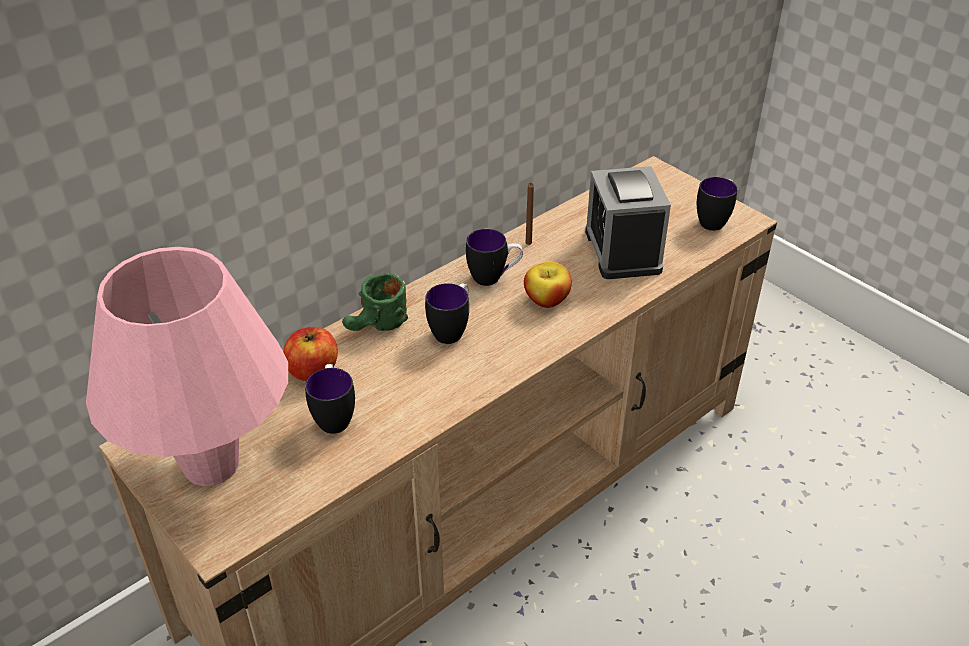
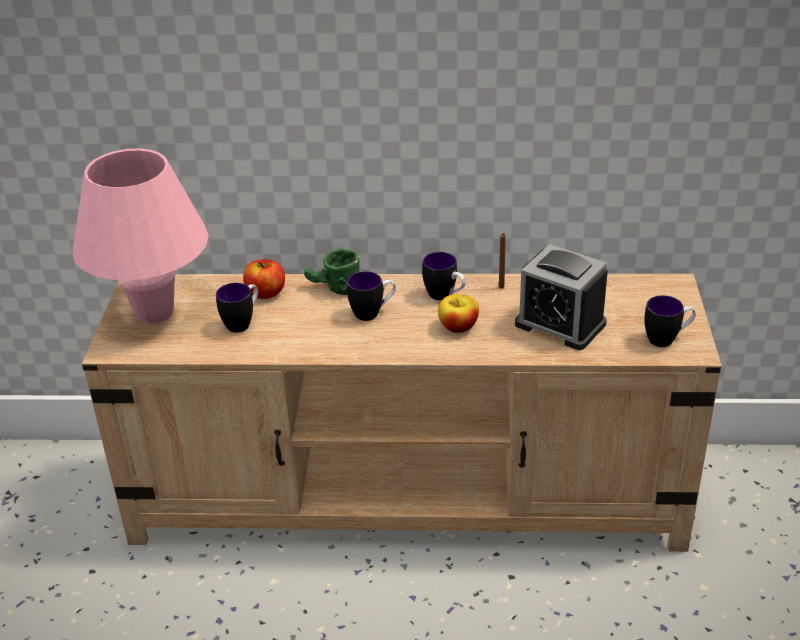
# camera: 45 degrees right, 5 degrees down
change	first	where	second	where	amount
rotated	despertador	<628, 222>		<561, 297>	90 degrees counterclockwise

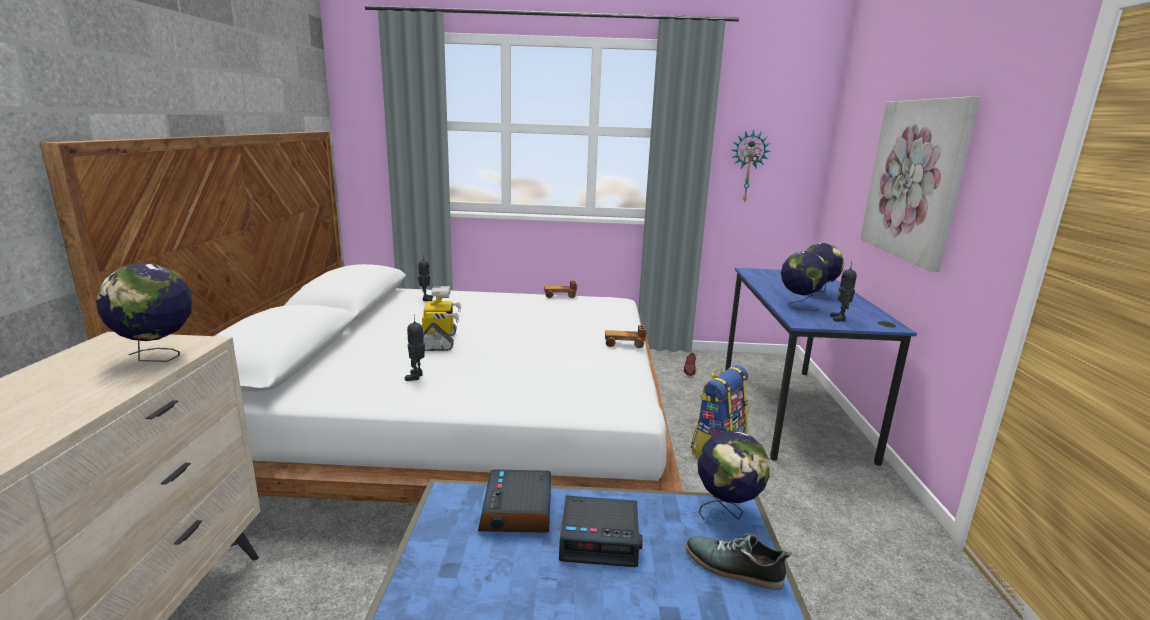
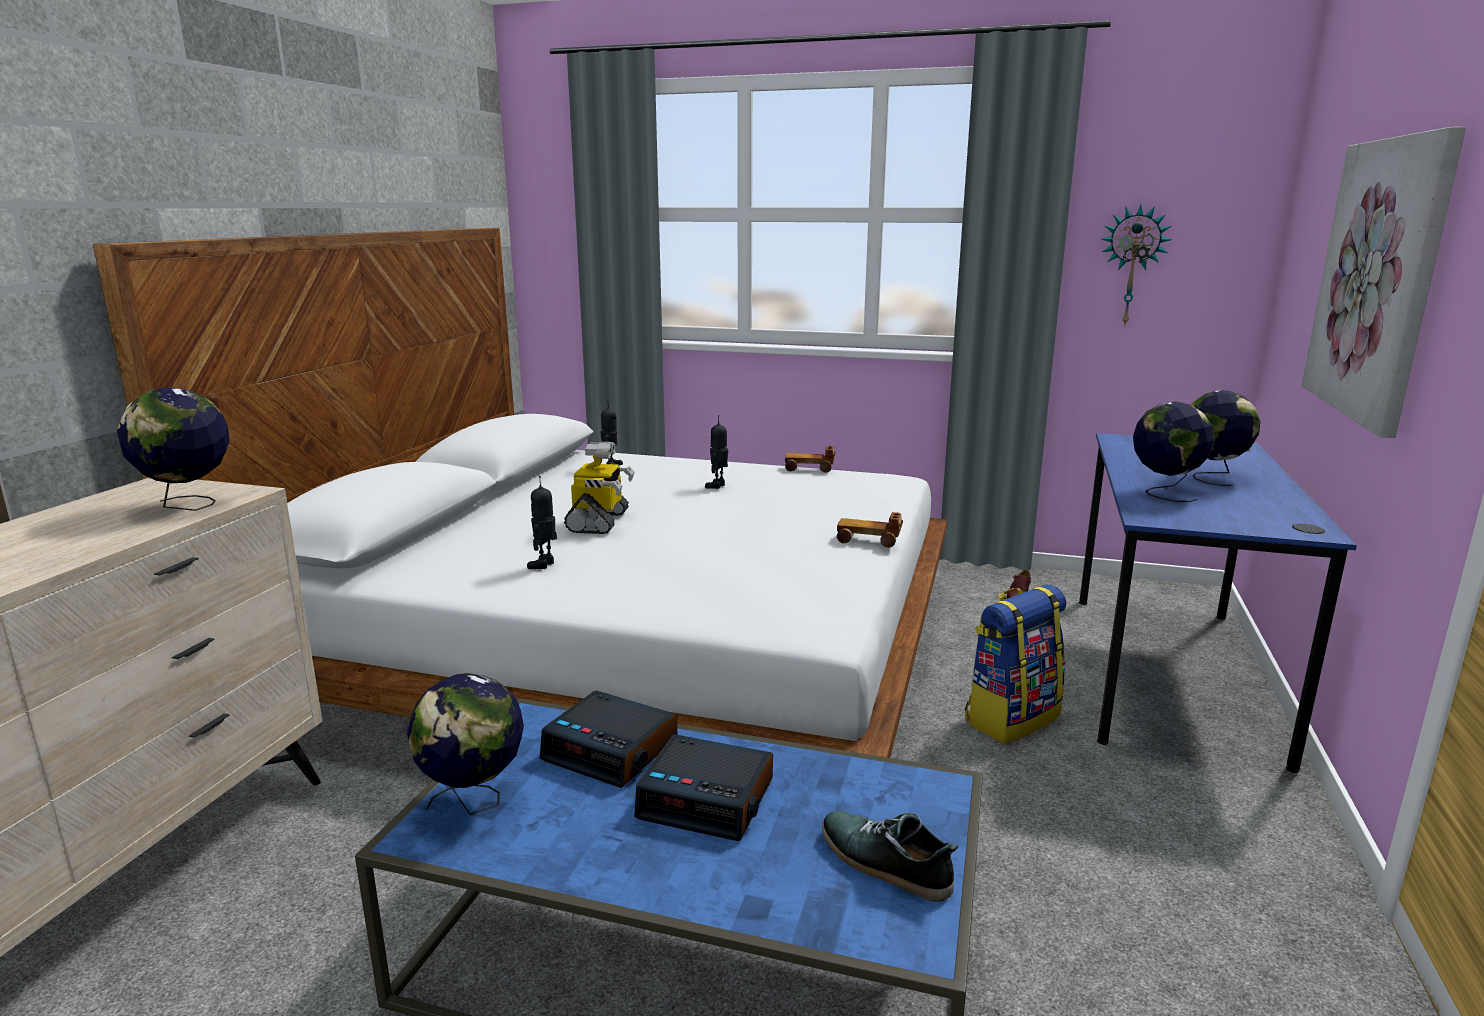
# camera: 15 degrees right, 0 degrees up
change	first	where	second	where	amount
shifted	globo terráqueo	<734, 475>		<465, 744>	
rotated	despertador	<514, 501>		<608, 739>	75 degrees counterclockwise
shifted	robot de juguete	<843, 292>		<716, 452>	

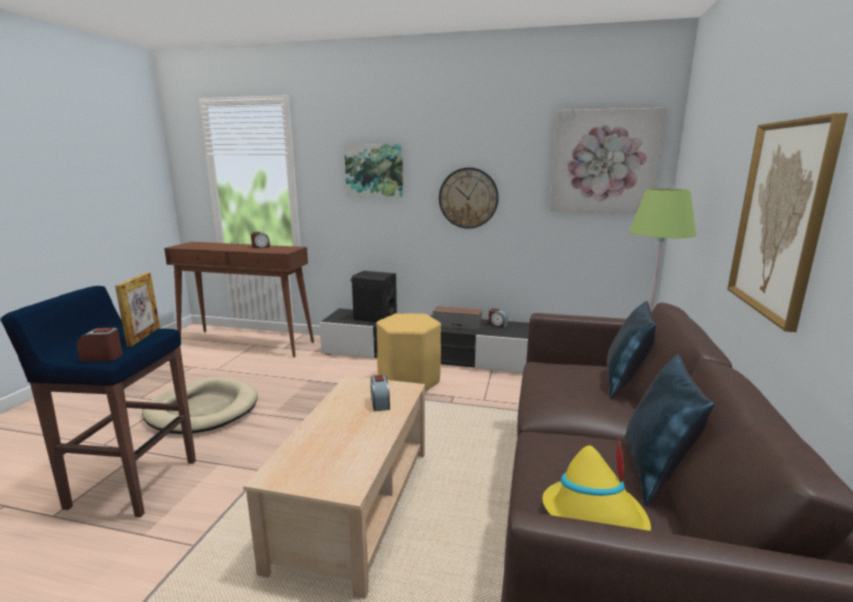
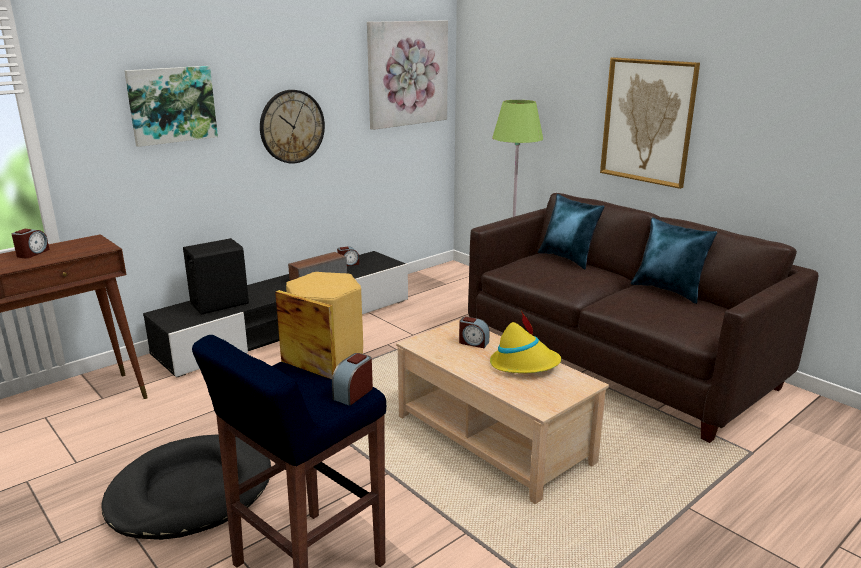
# camera: 55 degrees left, 5 degrees up
change	first	where	second	where	amount
repainted	cama para perro/beis	<200, 405>	cama para perro/negro	<186, 487>	
shifted	sombrero/amarillo	<596, 484>		<525, 342>	

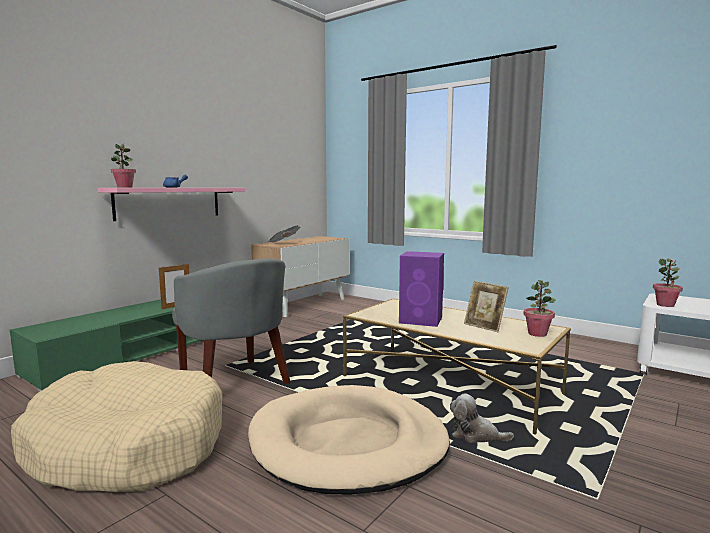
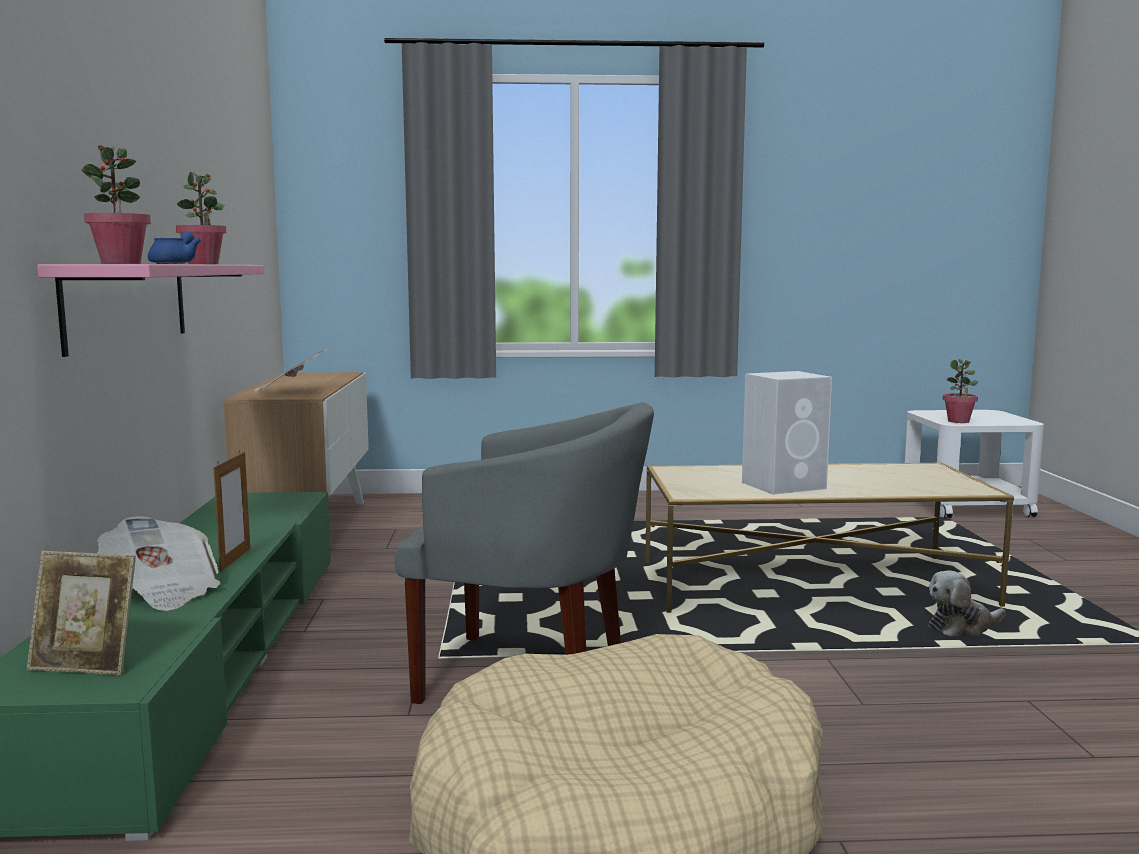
# camera: 40 degrees left, 0 degrees up
change	first	where	second	where	amount
shifted	portarretratos	<486, 306>		<81, 613>	
new			periódico	<158, 563>	
shifted	planta en maceta	<539, 308>		<201, 218>	
repainted	altavoz/morado	<421, 289>	altavoz/blanco	<787, 433>	
gone	cama para perro/beis	<349, 440>			

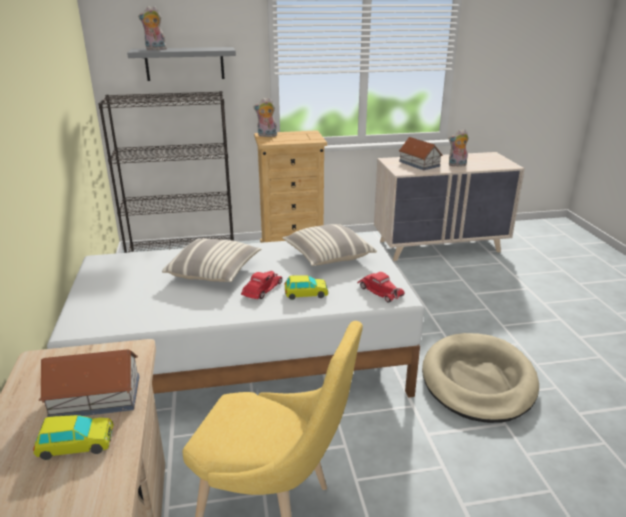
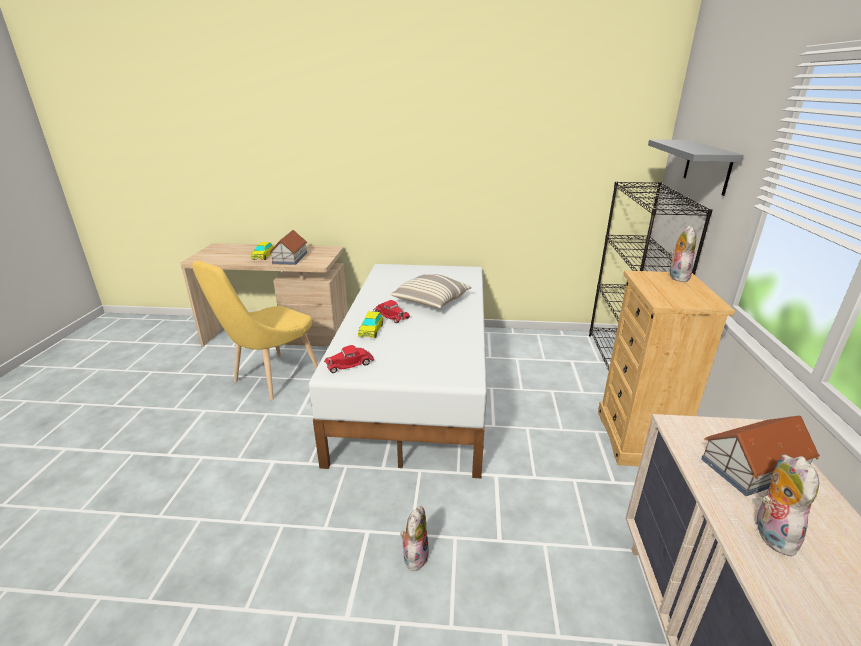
# camera: 105 degrees right, 0 degrees up
change	first	where	second	where	amount
shifted	peluche	<152, 28>		<414, 538>	
gone	cojín	<329, 245>			
gone	cama para perro/beis	<480, 378>			

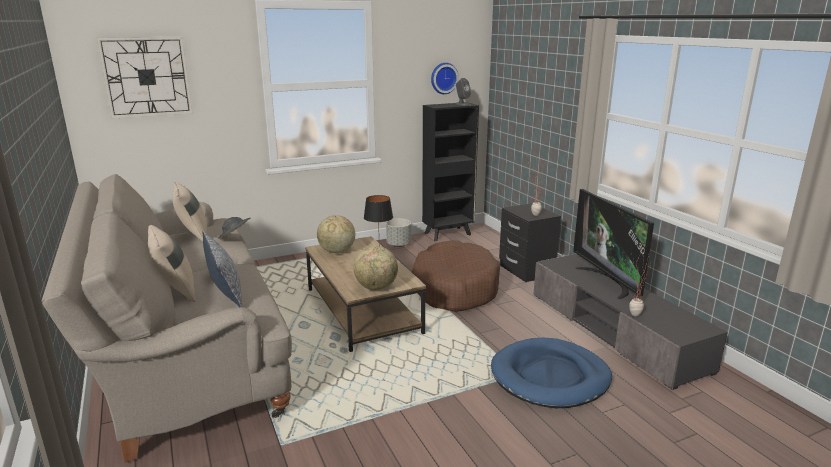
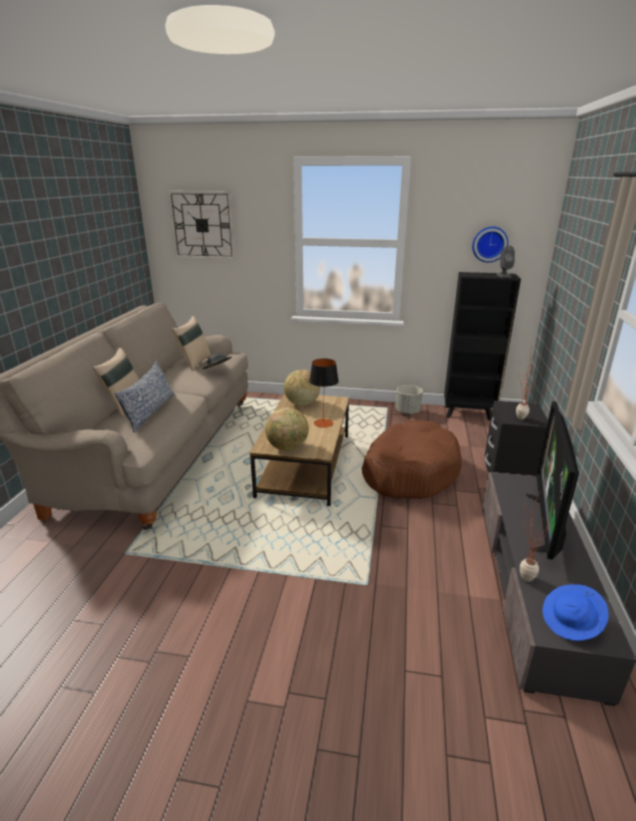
# camera: 35 degrees right, 5 degrees up
change	first	where	second	where	amount
new			sombrero/azul	<575, 613>	
gone	cama para perro/azul	<551, 373>			

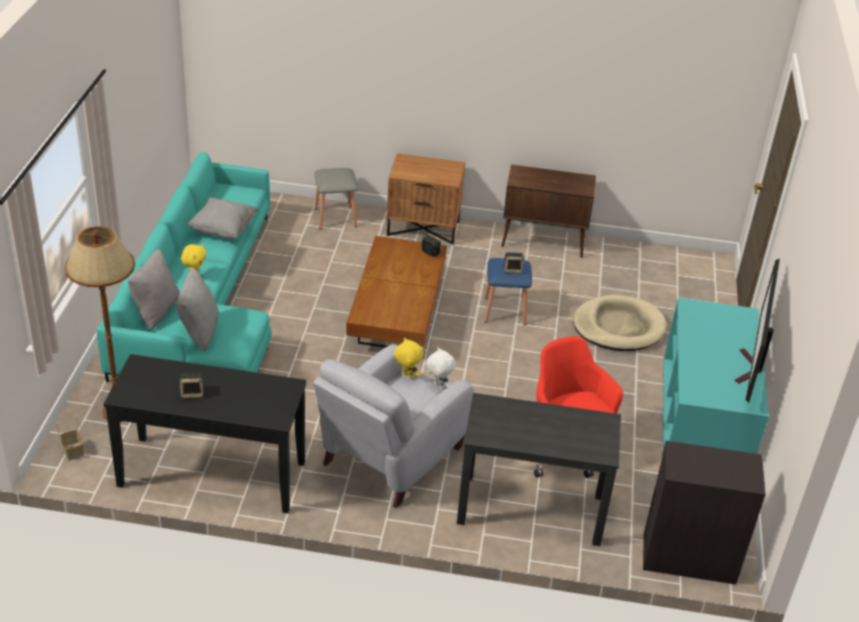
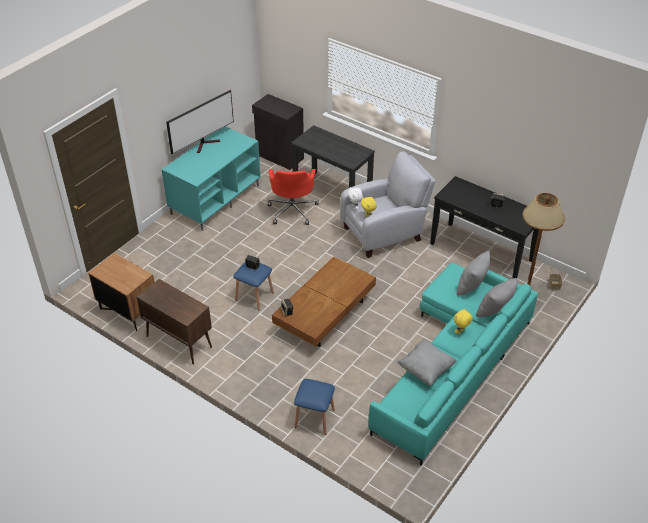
# camera: 150 degrees left, 5 degrees up
change	first	where	second	where	amount
shifted	mesita de noche/marrón	<426, 199>		<121, 292>	
repainted	taburete/gris	<336, 198>	taburete/azul	<314, 407>	
gone	cama para perro/beis	<619, 323>			

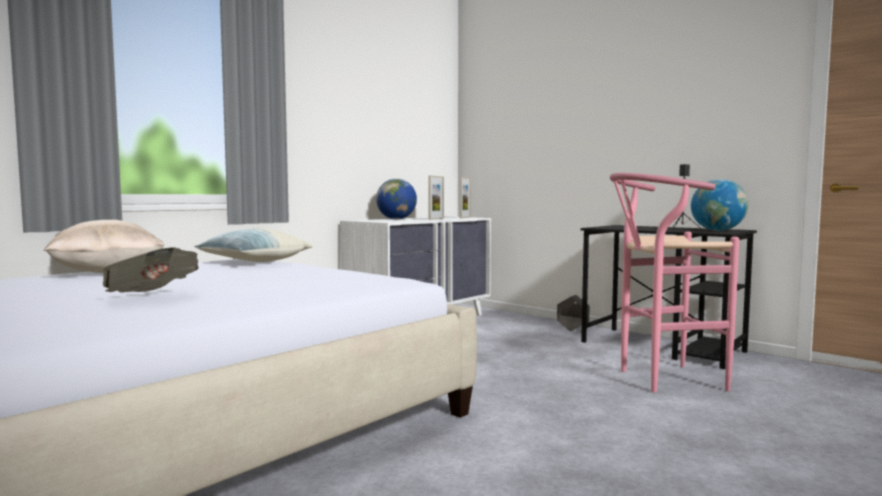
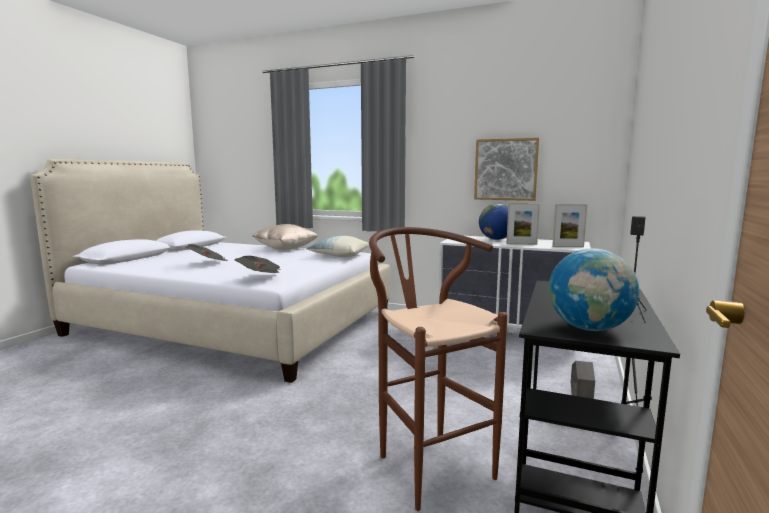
# camera: 70 degrees right, 5 degrees up
change	first	where	second	where	amount
new			periódico	<258, 264>	
repainted	taburete/rosa	<674, 283>	taburete/marrón	<438, 369>	
new			cuadro	<506, 169>	

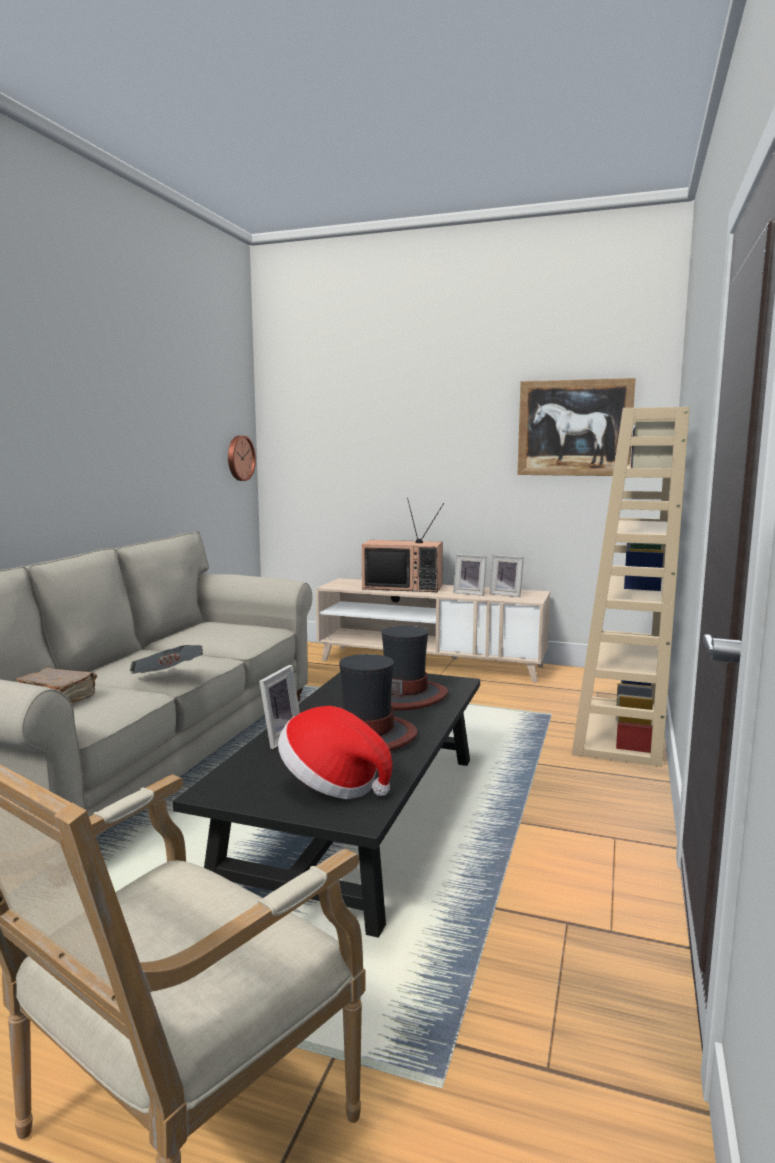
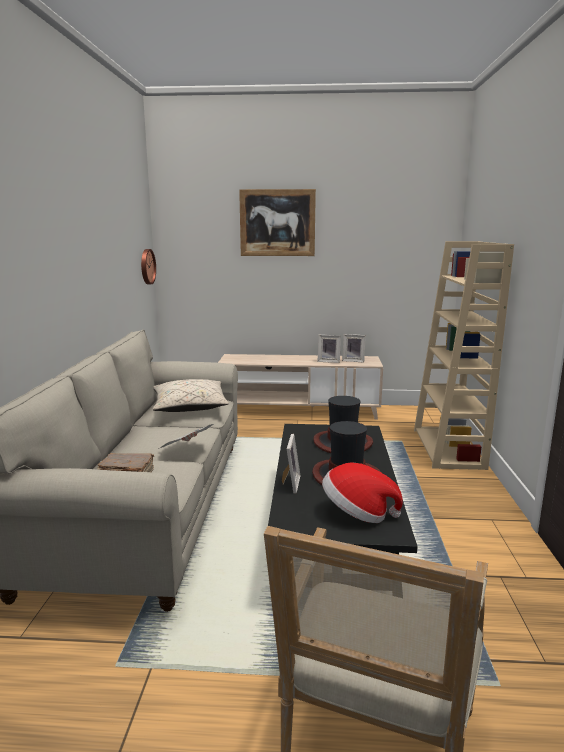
# camera: 15 degrees left, 5 degrees up
change	first	where	second	where	amount
new			cojín/beis	<191, 395>	
shifted	cuadro	<576, 427>		<277, 222>	
gone	televisor	<403, 545>			

